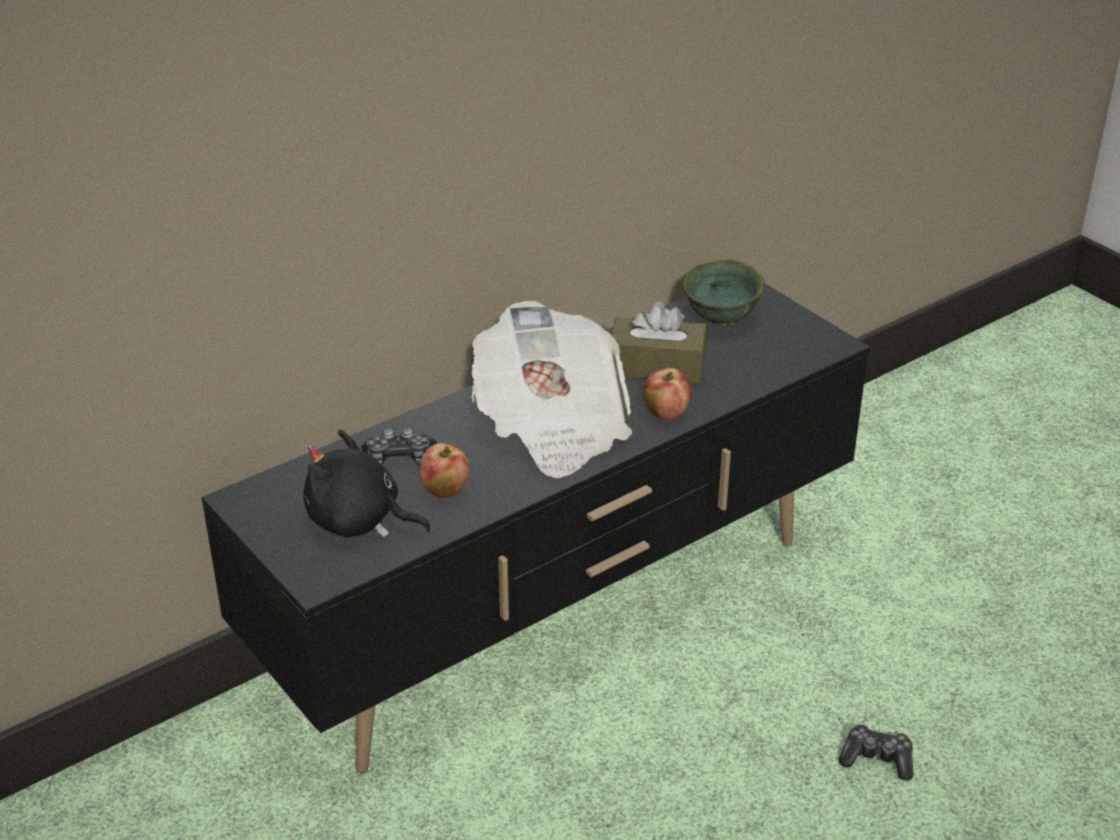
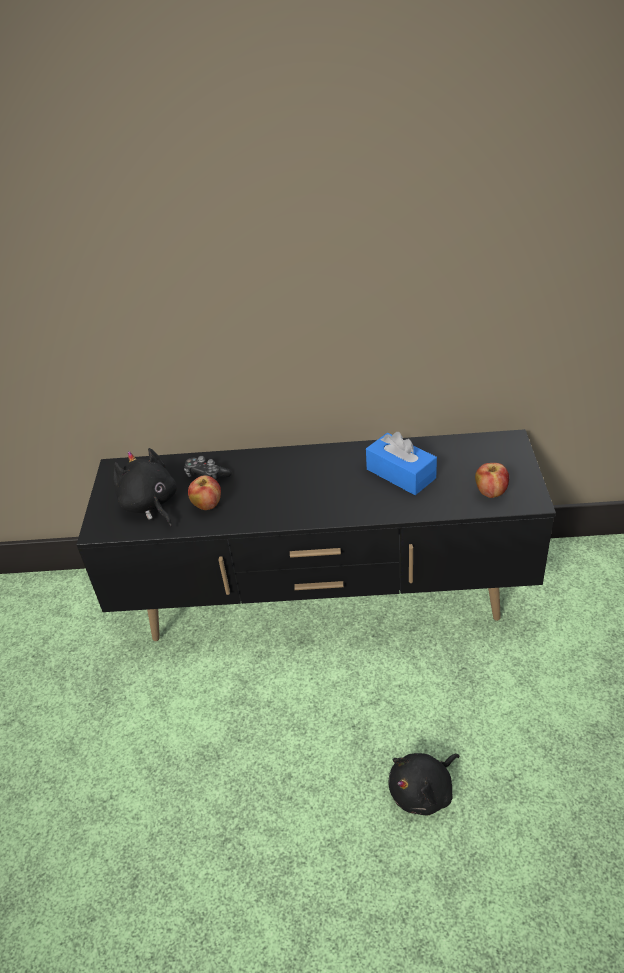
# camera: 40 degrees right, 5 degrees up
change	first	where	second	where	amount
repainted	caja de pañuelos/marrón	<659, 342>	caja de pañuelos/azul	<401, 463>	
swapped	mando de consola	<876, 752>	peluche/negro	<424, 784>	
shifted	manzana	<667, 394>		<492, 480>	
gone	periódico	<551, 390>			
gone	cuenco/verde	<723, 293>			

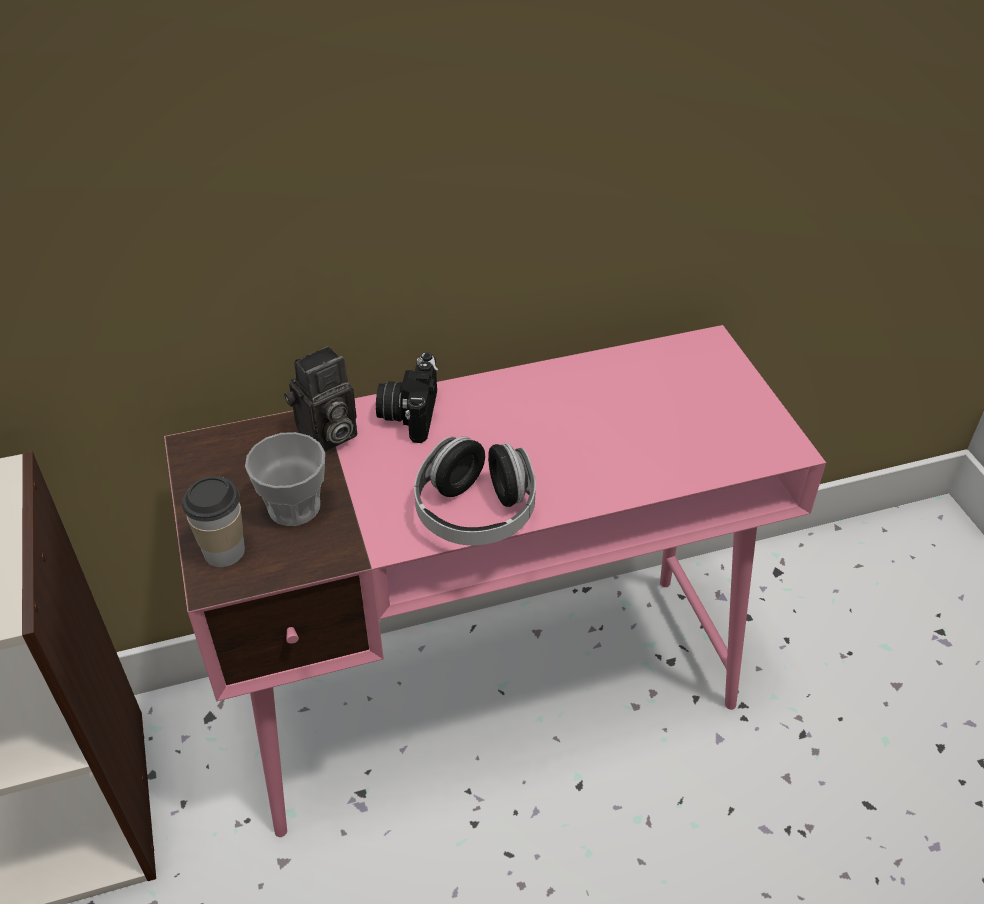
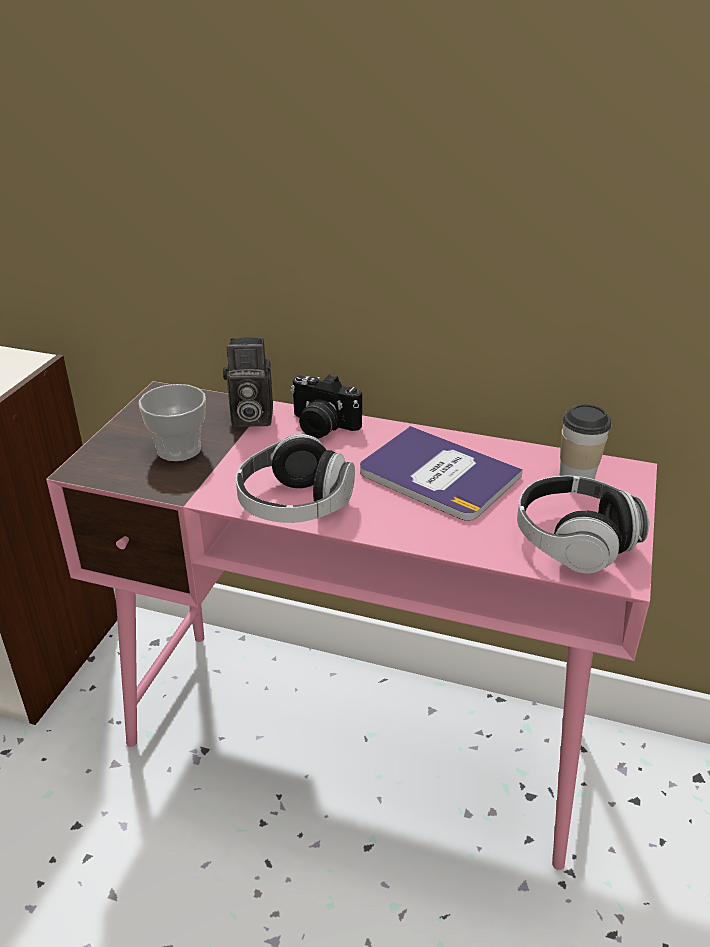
# camera: 35 degrees right, 10 degrees down
change	first	where	second	where	amount
rotated	cámara	<407, 397>		<326, 406>	105 degrees counterclockwise
new			libro	<441, 473>	
new			auriculares	<583, 525>	
shifted	taza	<213, 521>		<585, 441>	

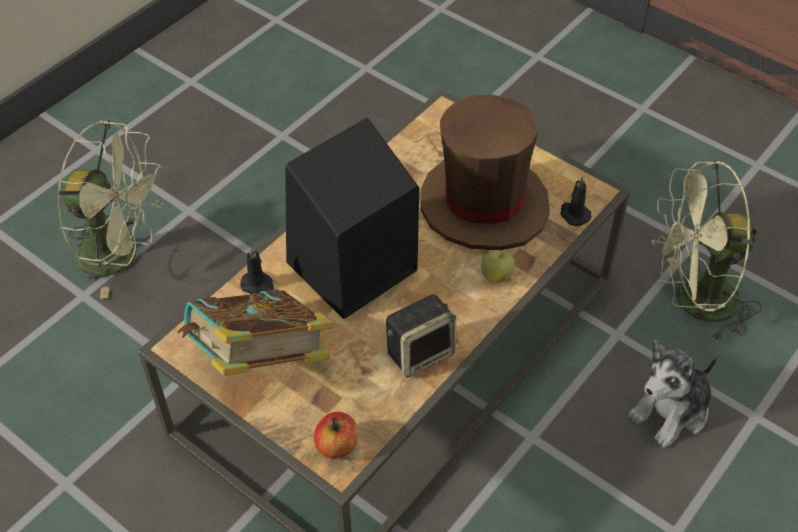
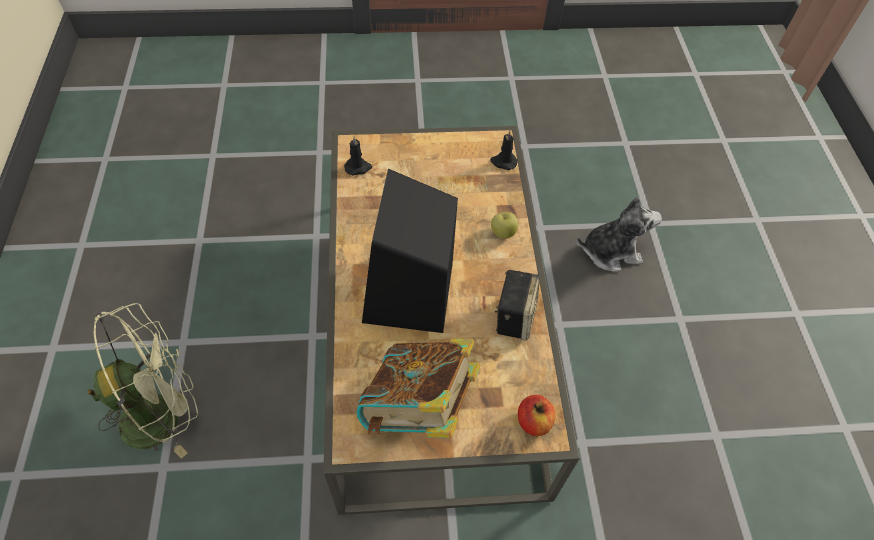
# camera: 45 degrees left, 5 degrees up
change	first	where	second	where	amount
shifted	vela/negro	<257, 270>		<358, 156>	
rotated	peluche	<673, 394>		<619, 234>	105 degrees counterclockwise
gone	sombrero/marrón	<485, 172>			
gone	ventilador/verde	<707, 251>			

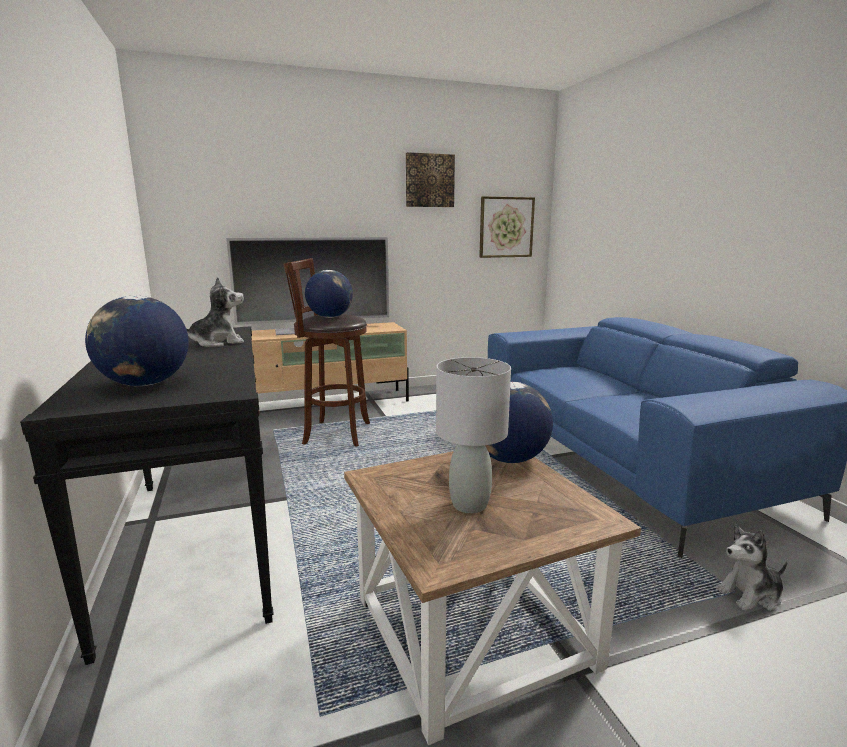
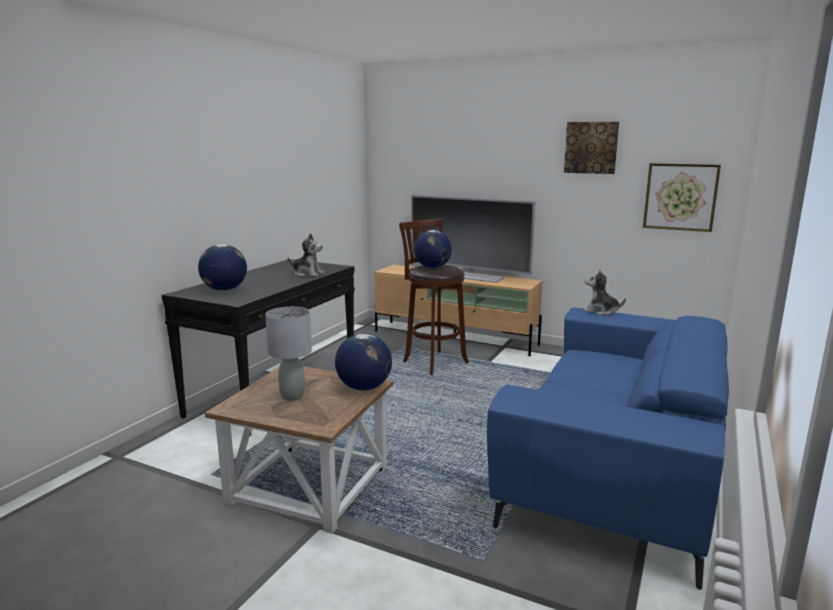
# camera: 45 degrees right, 0 degrees up
change	first	where	second	where	amount
shifted	peluche	<751, 567>		<605, 292>	

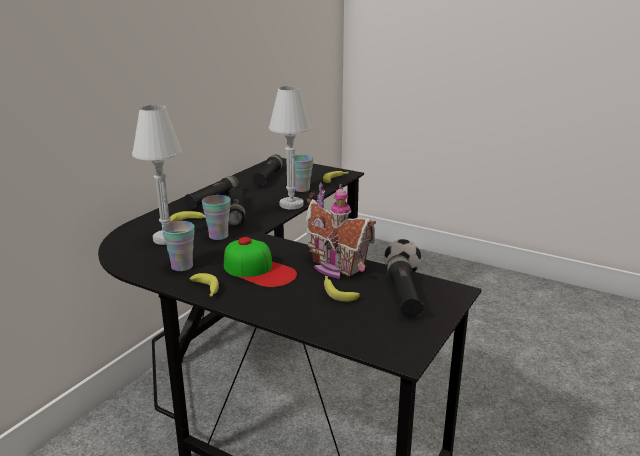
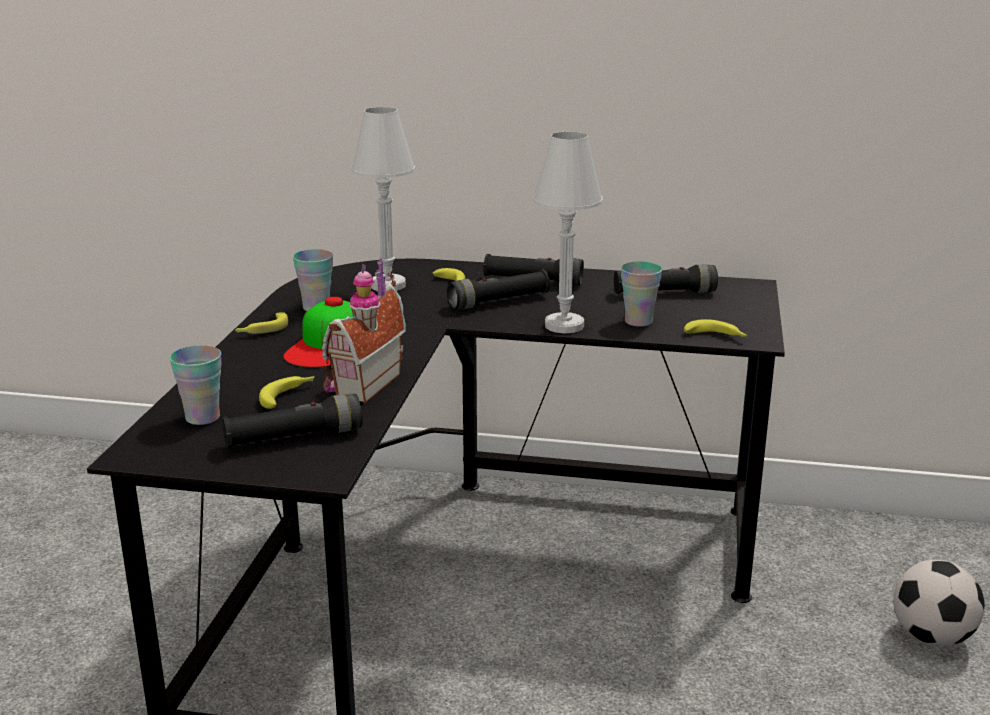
# camera: 70 degrees right, 0 degrees up
change	first	where	second	where	amount
shifted	taza	<216, 217>		<195, 385>	

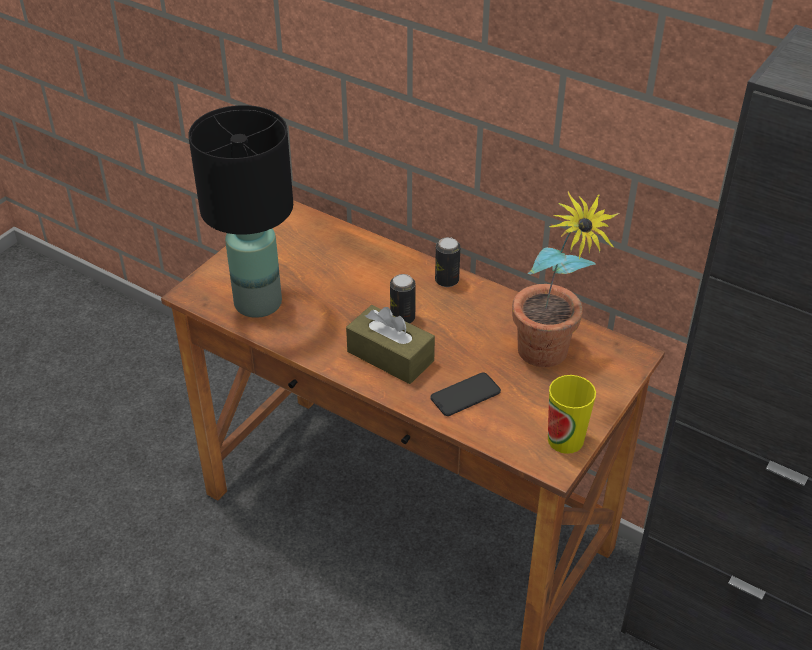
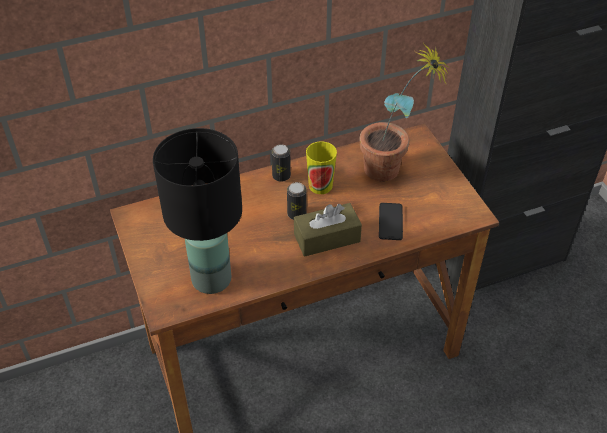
# camera: 55 degrees left, 5 degrees up
change	first	where	second	where	amount
shifted	taza	<572, 414>		<321, 167>	

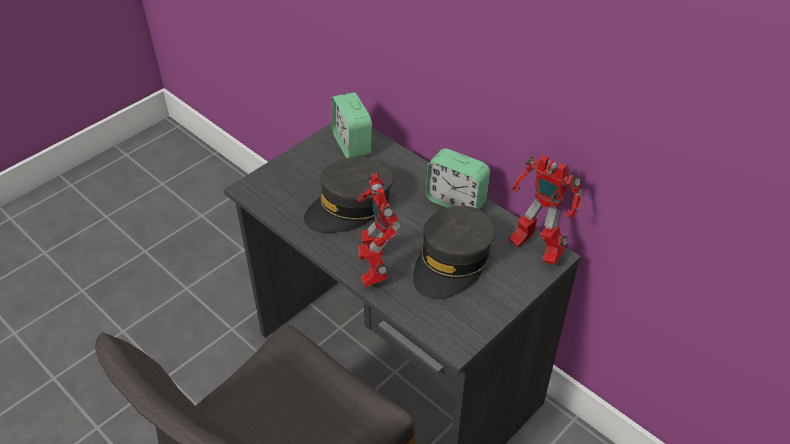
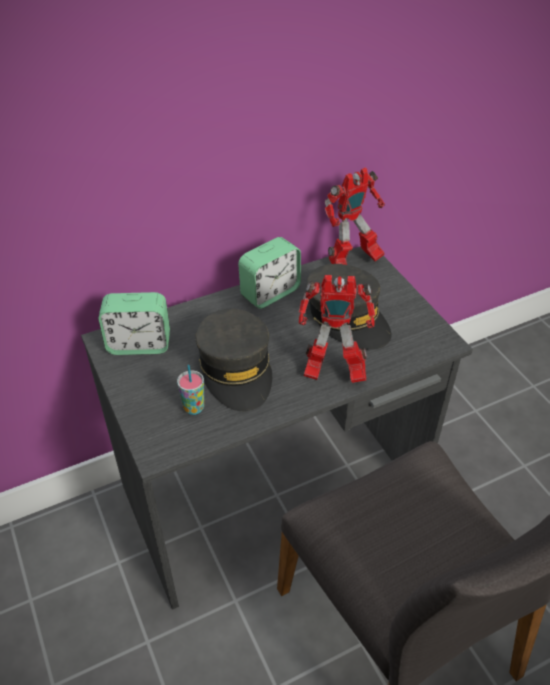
# camera: 70 degrees left, 0 degrees up
change	first	where	second	where	amount
new			taza	<190, 390>	

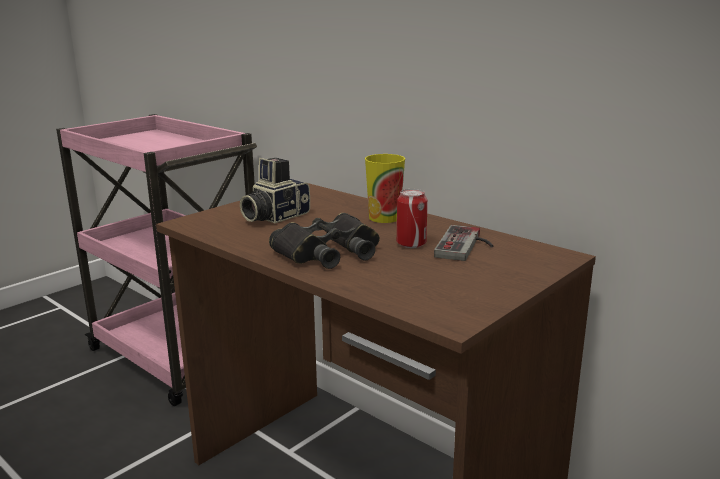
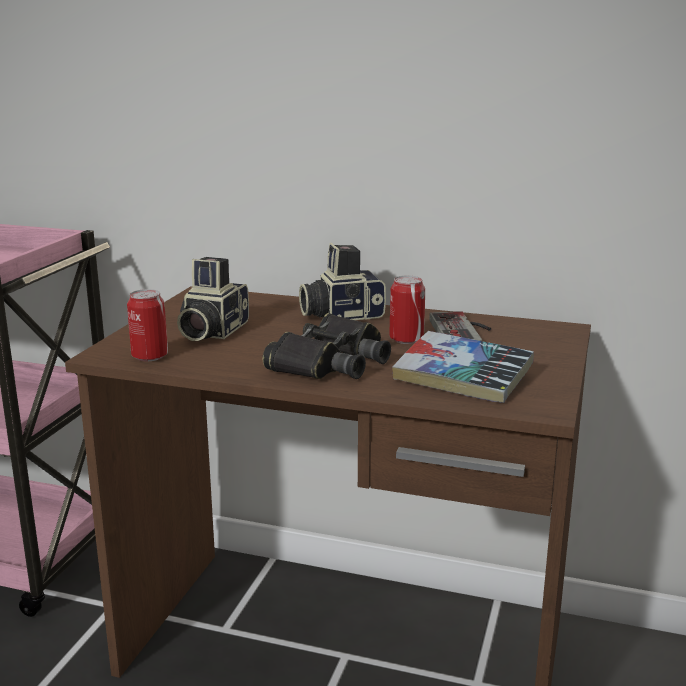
# camera: 25 degrees left, 0 degrees up
change	first	where	second	where	amount
new			lata	<147, 325>	
swapped	taza	<385, 188>	cámara	<342, 281>	
new			libro	<463, 367>	

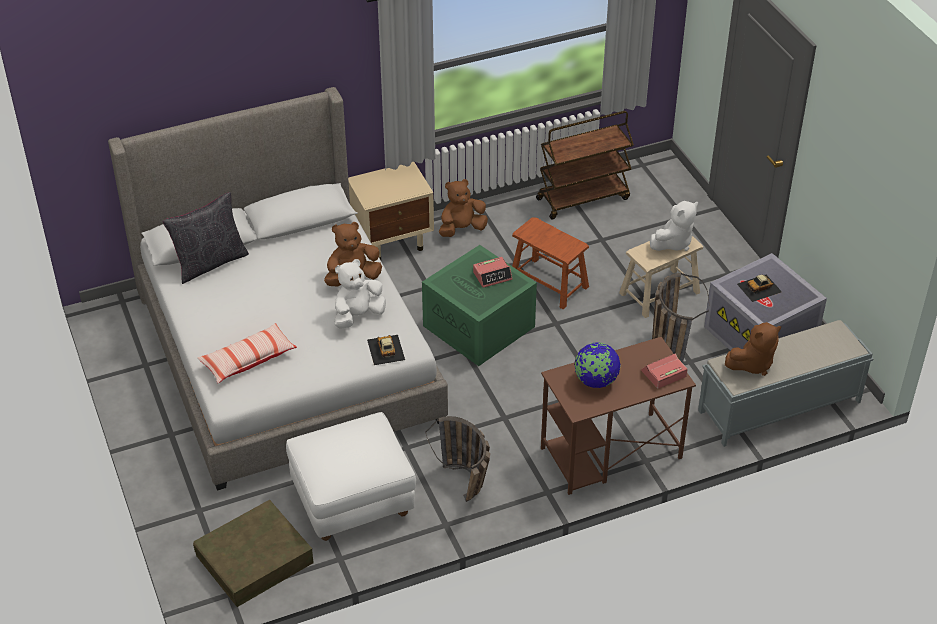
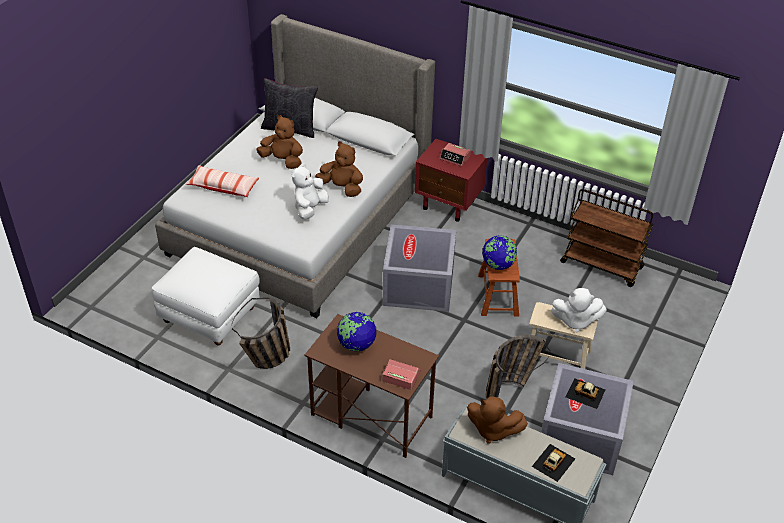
# camera: 50 degrees right, 0 degrees up
change	first	where	second	where	amount
shifted	peluche/marrón	<463, 208>		<279, 142>	
rotated	peluche/blanco	<360, 294>		<310, 192>	75 degrees counterclockwise
repainted	caja de almacenaje/verde	<479, 305>	caja de almacenaje/gris	<419, 268>	
repainted	mesita de noche/beis	<391, 211>	mesita de noche/rojo	<451, 180>	
shifted	despertador	<492, 272>		<455, 154>	
new			globo terráqueo	<499, 252>	
shifted	coche de juguete	<386, 350>		<553, 463>	
gone	caja de almacenaje/marrón	<253, 553>			

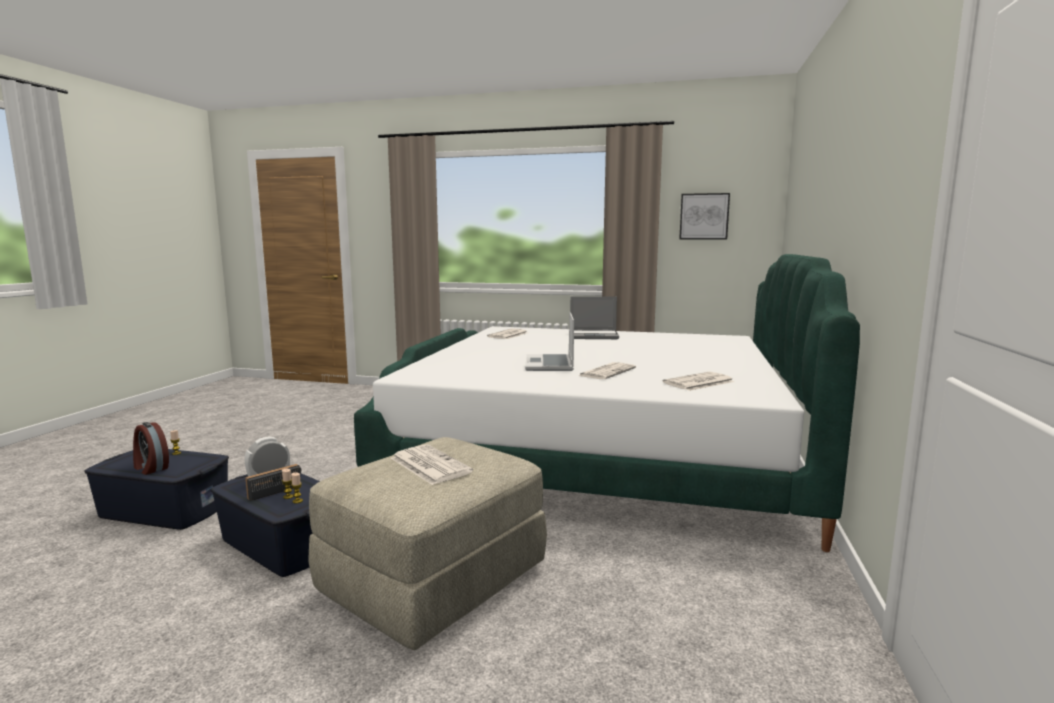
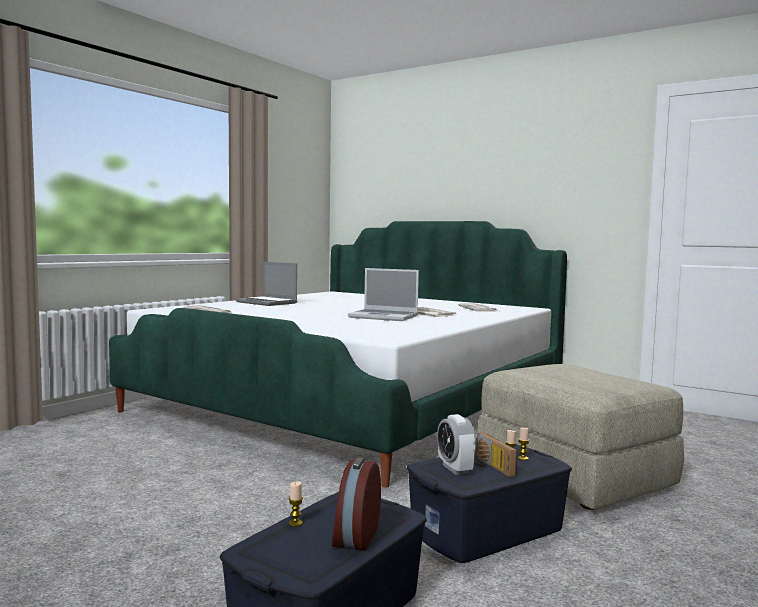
# camera: 70 degrees left, 5 degrees down
change	first	where	second	where	amount
rotated	portátil	<594, 317>		<266, 284>	105 degrees clockwise
rotated	despertador	<151, 448>		<356, 504>	135 degrees clockwise
gone	periódico	<432, 464>			
gone	cuadro	<704, 216>			

